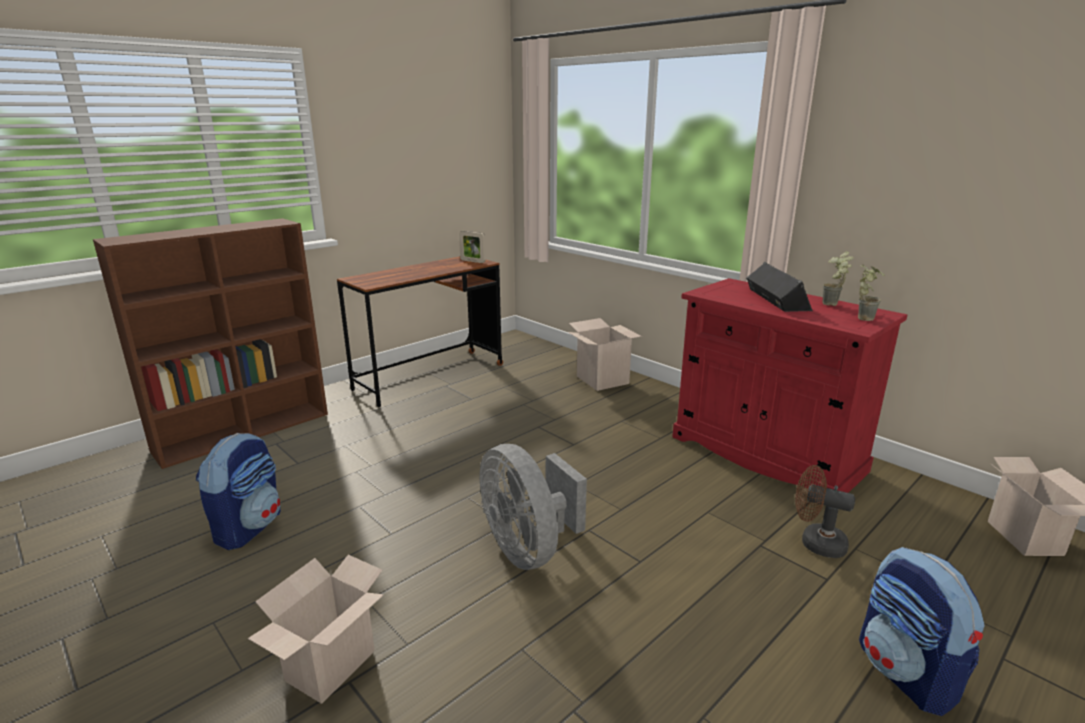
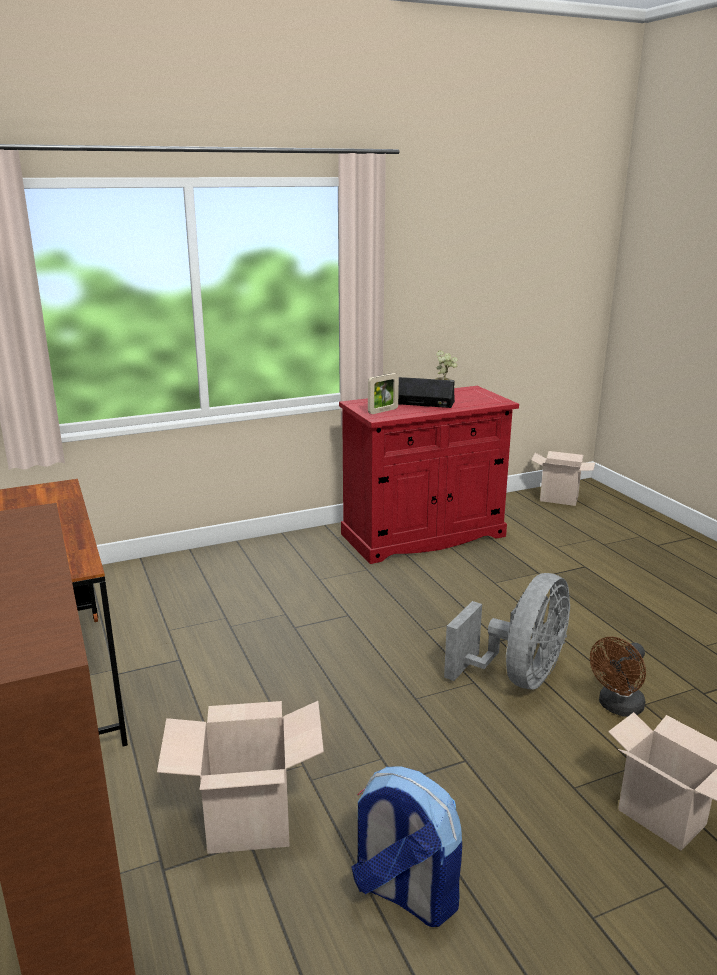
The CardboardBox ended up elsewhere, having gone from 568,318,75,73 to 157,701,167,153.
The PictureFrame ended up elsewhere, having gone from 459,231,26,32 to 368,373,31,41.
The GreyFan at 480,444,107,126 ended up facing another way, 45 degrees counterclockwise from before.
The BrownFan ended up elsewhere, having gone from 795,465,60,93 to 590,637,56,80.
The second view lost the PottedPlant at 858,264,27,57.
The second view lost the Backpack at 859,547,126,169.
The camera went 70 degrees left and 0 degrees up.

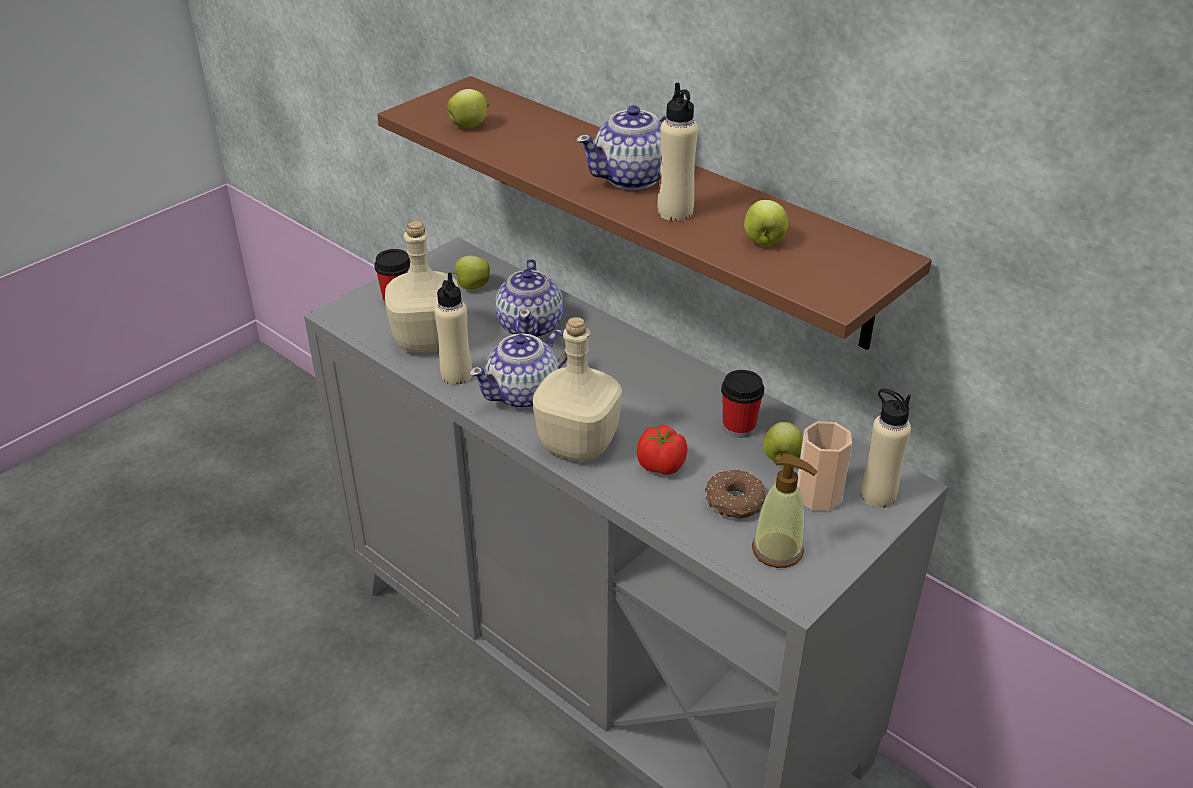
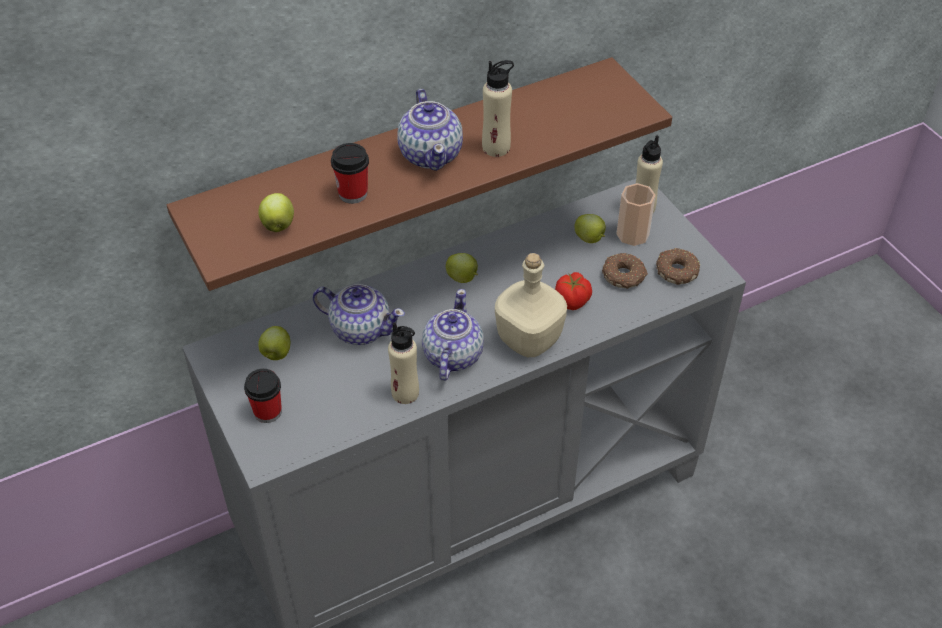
The Cup ended up elsewhere, having gone from 721,370,43,68 to 331,143,38,61.
The Teapot at 469,330,98,79 ended up facing another way, 150 degrees counterclockwise from before.
The Apple ended up elsewhere, having gone from 744,200,44,46 to 446,253,32,30.
Where the SoapDispenser stood at 752,454,66,114, the Donut came to stand at 656,248,44,37.
The second view lost the BeigeBottle at 385,221,73,132.
The camera went 70 degrees left and 10 degrees up.

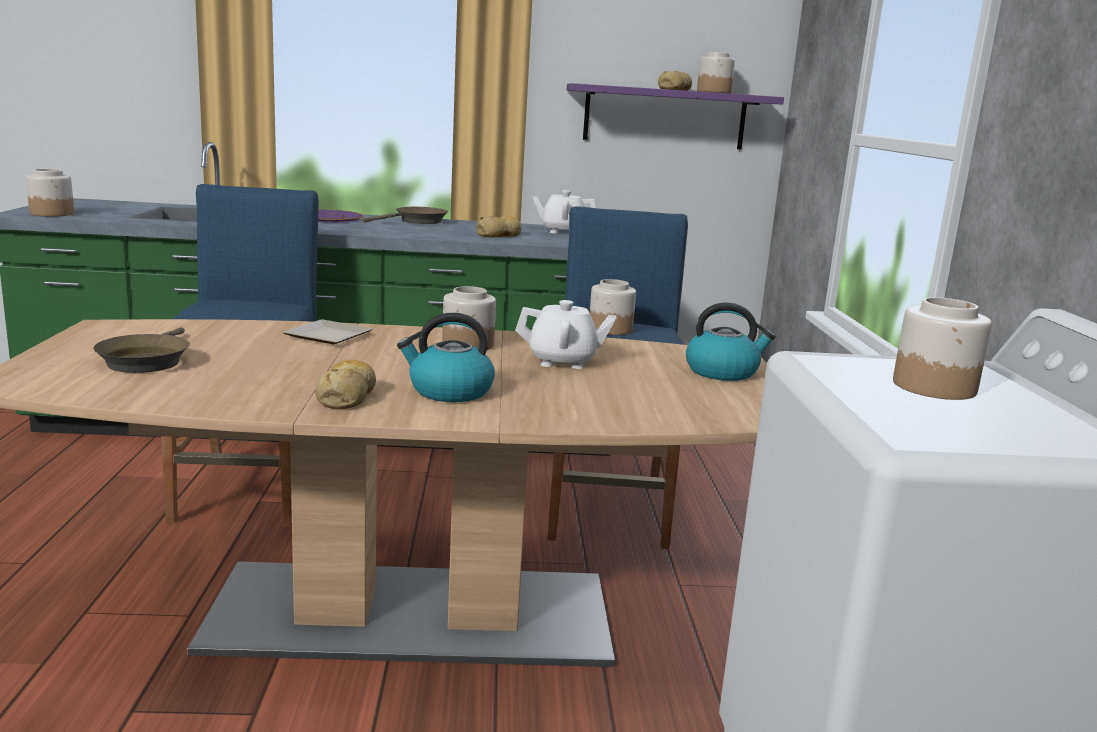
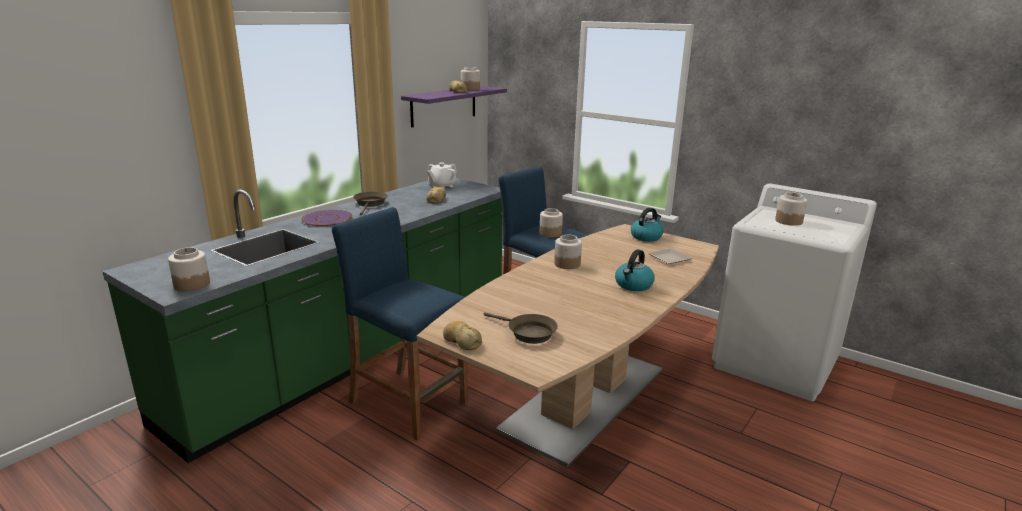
The Bread ended up elsewhere, having gone from 315,359,61,50 to 443,321,40,29.
The Plate ended up elsewhere, having gone from 283,319,89,25 to 648,248,45,16.
The second view lost the WhiteTeapot at 515,300,102,69.
The camera went 50 degrees left and 5 degrees up.

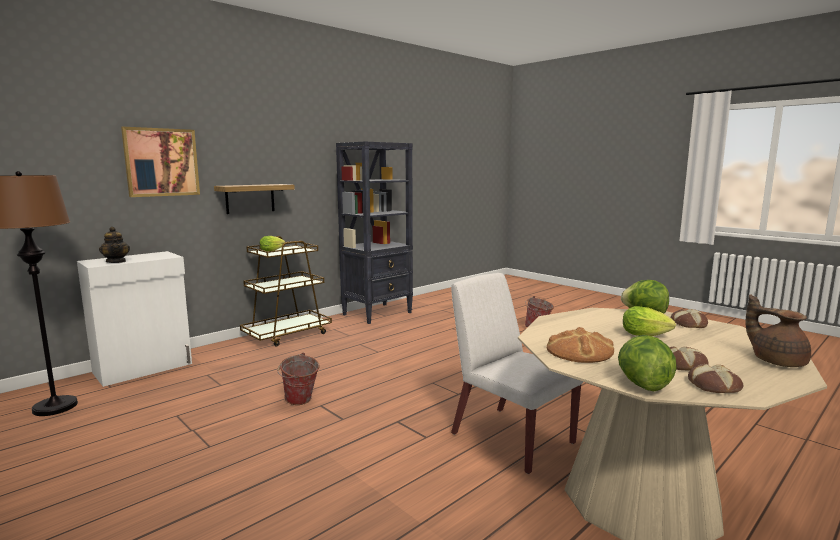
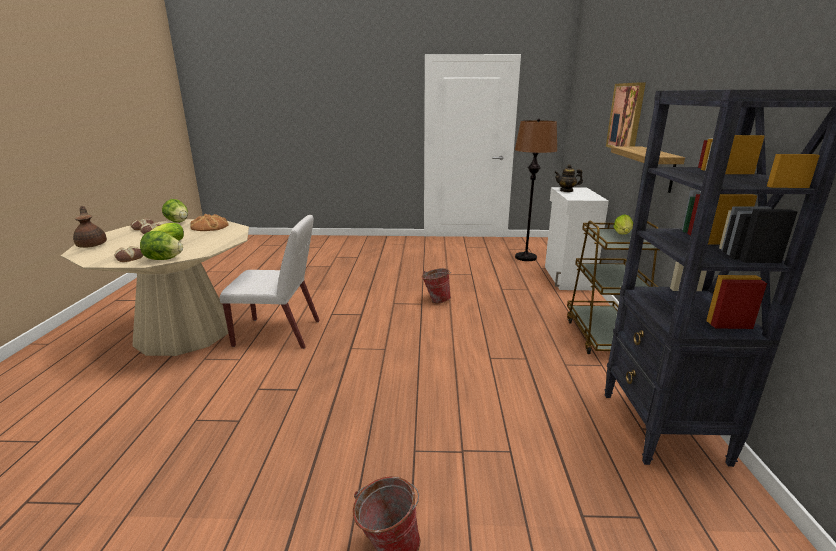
The BrownTeapot at 745,294,66,73 ended up facing another way, 135 degrees counterclockwise from before.
The camera went 135 degrees right and 10 degrees up.

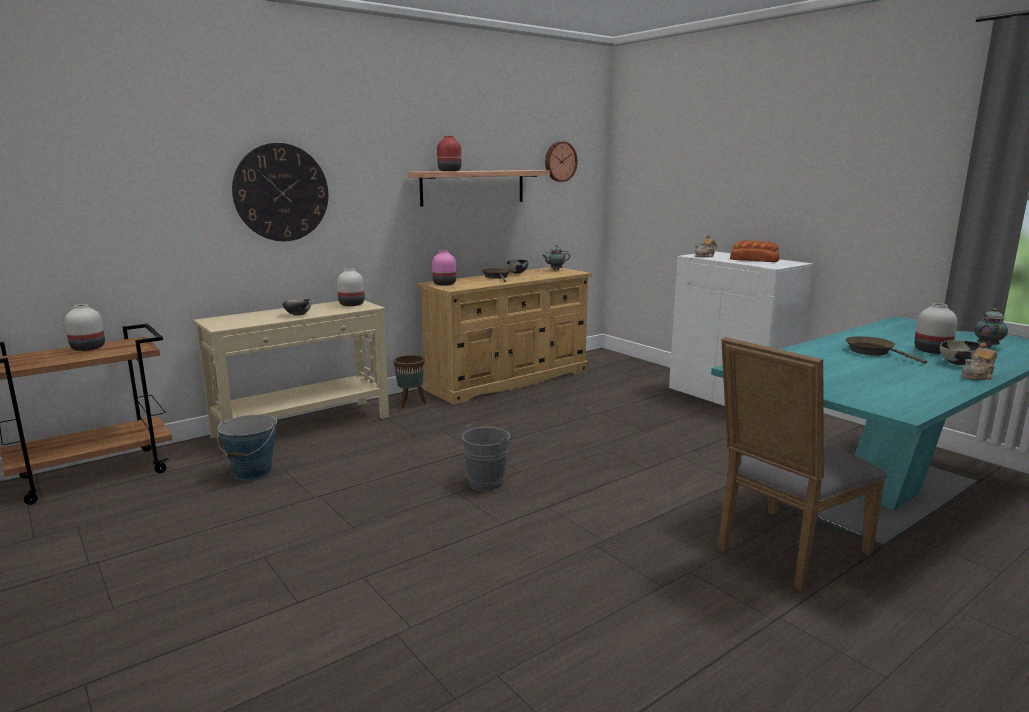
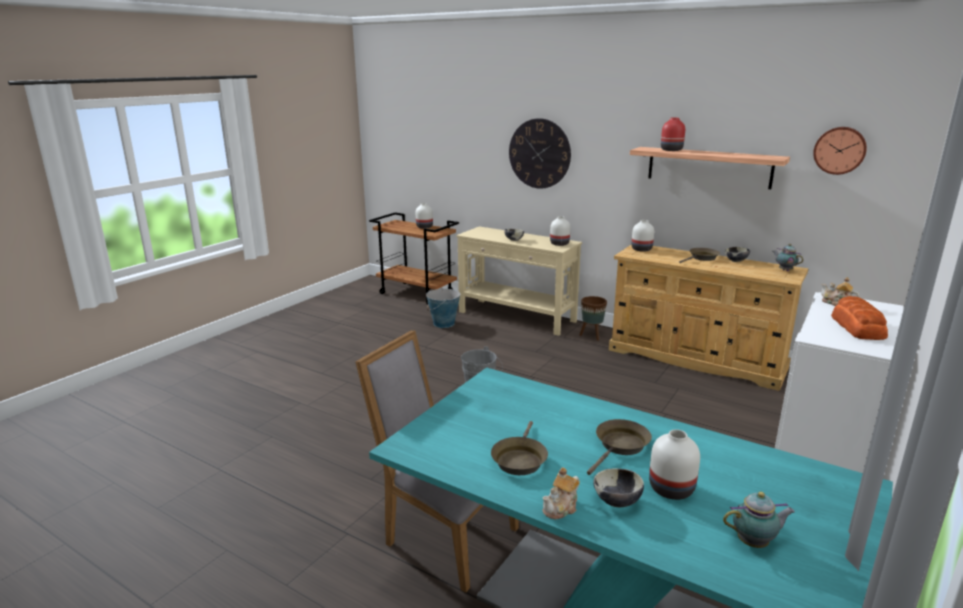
The second view gained the BrownFryingPan at 491,421,57,54.
The Teapot at 961,343,36,37 ended up facing another way, 90 degrees counterclockwise from before.
What was the PinkVase at 432,250,24,35 turned into the WhiteVase at 632,220,22,32.
The camera went 70 degrees right and 5 degrees up.

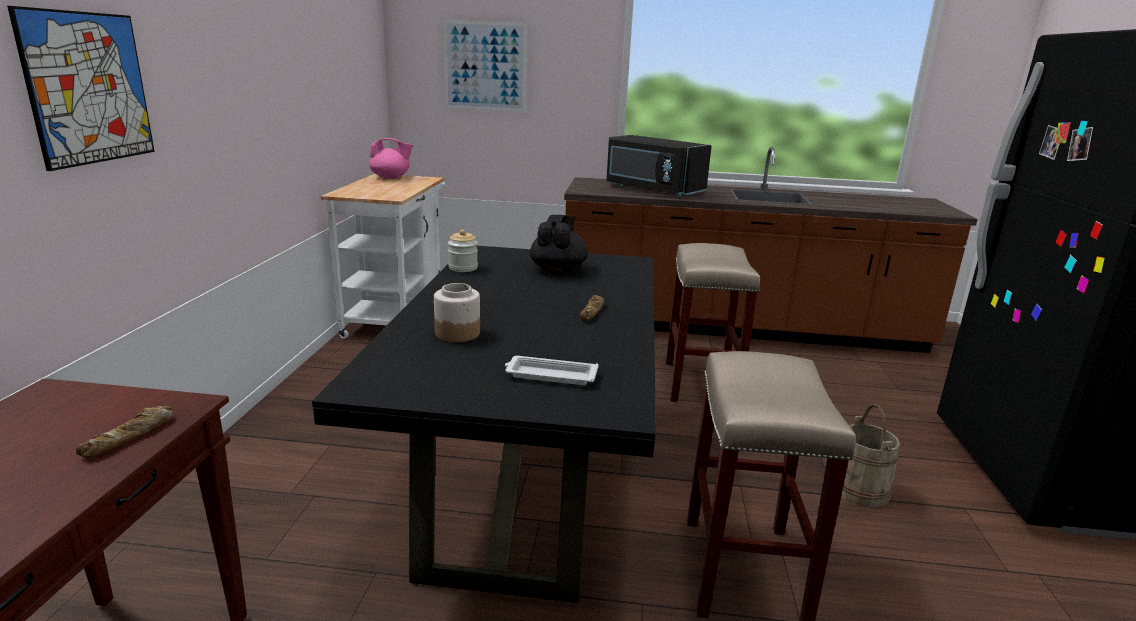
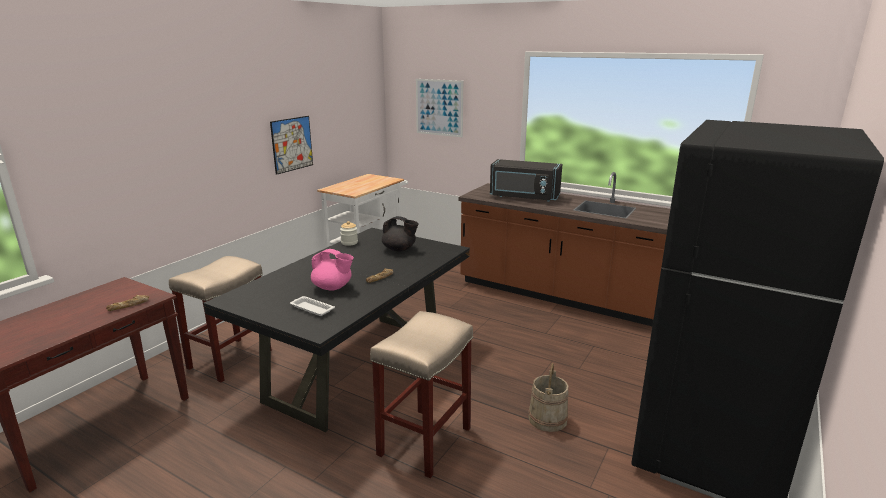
The BeigeStool ended up elsewhere, having gone from 666,243,94,159 to 169,256,103,126.
The Picture ended up elsewhere, having gone from 7,6,148,165 to 270,116,43,59.
The PinkTeapot ended up elsewhere, having gone from 369,138,44,41 to 311,249,43,42.
The BlackTeapot at 530,215,58,58 ended up facing another way, 75 degrees clockwise from before.
The BlackMicrowave at 606,135,106,62 ended up facing another way, 45 degrees counterclockwise from before.
The second view lost the Jar at 434,283,46,59.
The camera went 25 degrees right and 0 degrees up.

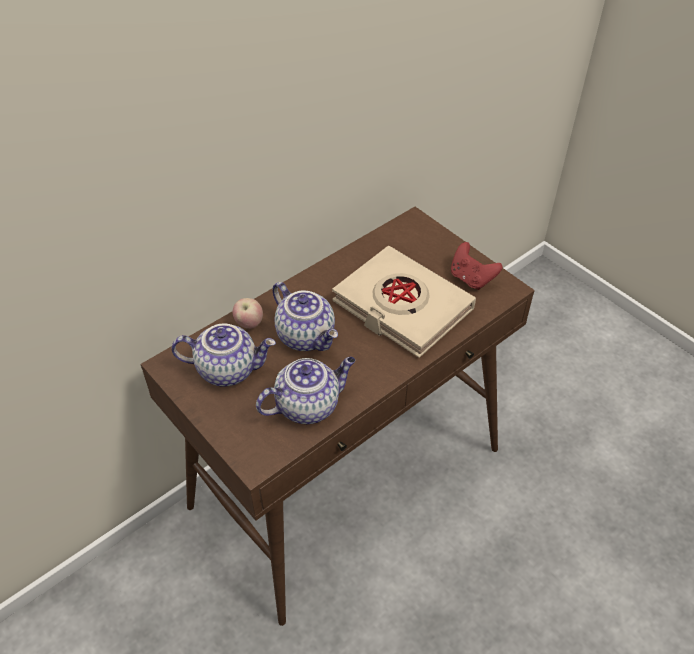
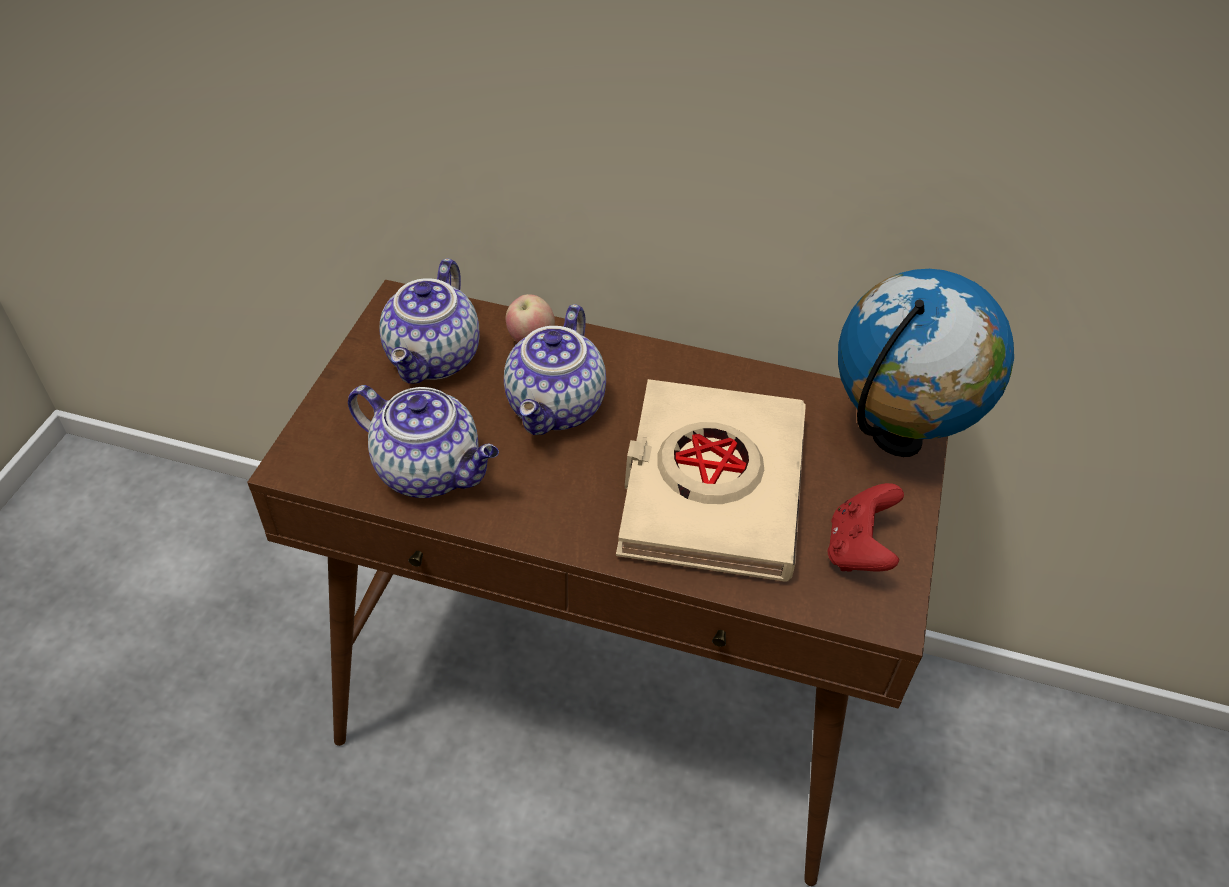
The Teapot at 172,323,104,64 ended up facing another way, 45 degrees clockwise from before.
The second view gained the Globe at 838,269,176,188.
The camera went 55 degrees right and 0 degrees up.

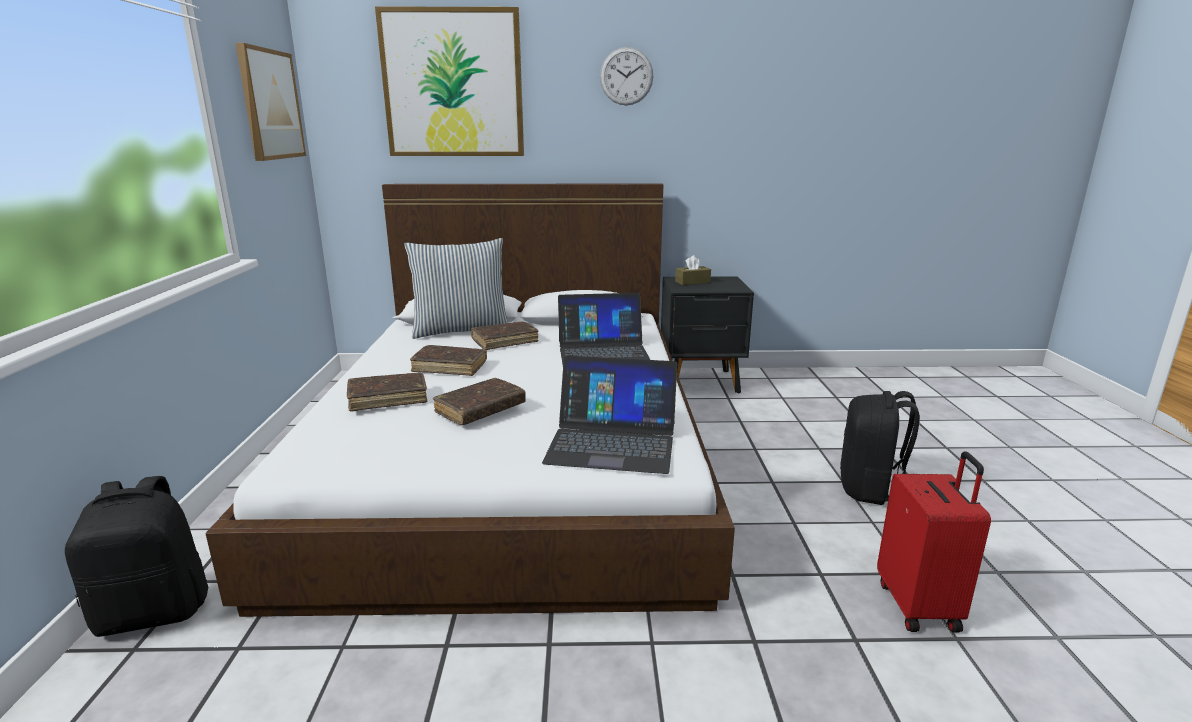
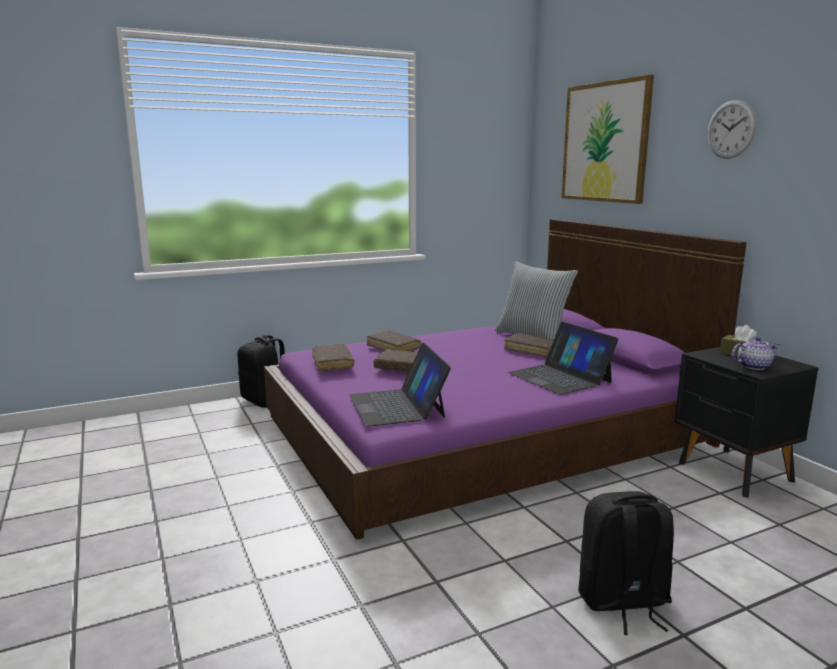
What was the WhiteBed at 205,183,530,434 turned into the PurpleBed at 264,219,483,321.
The BrownBook ended up elsewhere, having gone from 410,345,77,31 to 312,344,42,27.
The second view gained the Teapot at 731,337,49,33.
The second view lost the Picture at 235,43,71,118.
The second view lost the RedSuitcase at 877,451,114,182.
The camera went 65 degrees right and 5 degrees down.

